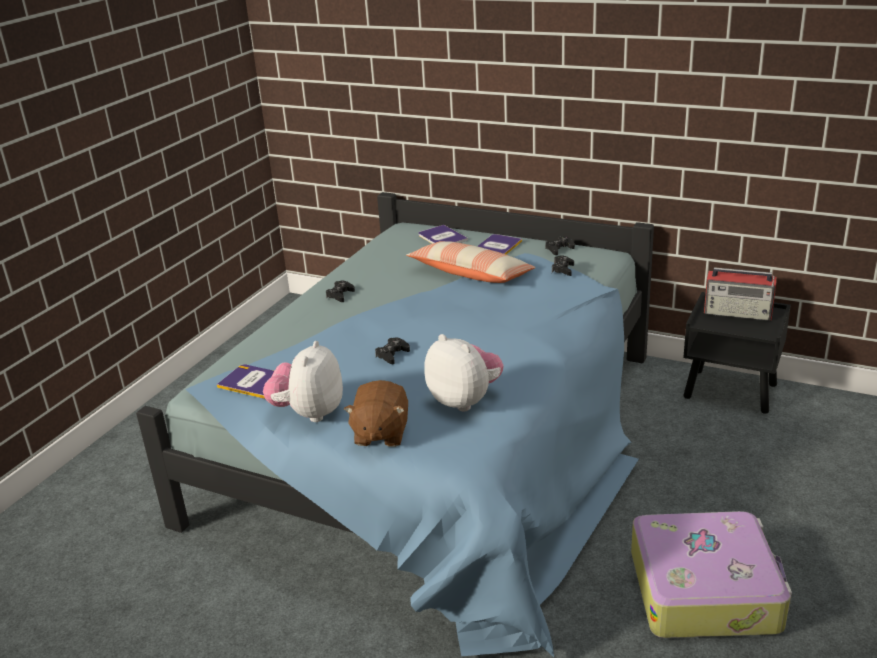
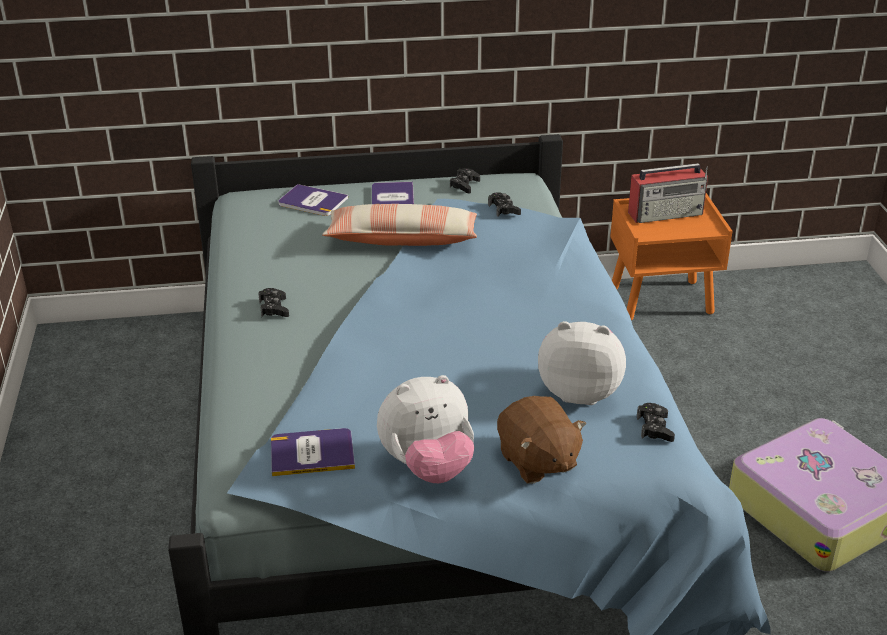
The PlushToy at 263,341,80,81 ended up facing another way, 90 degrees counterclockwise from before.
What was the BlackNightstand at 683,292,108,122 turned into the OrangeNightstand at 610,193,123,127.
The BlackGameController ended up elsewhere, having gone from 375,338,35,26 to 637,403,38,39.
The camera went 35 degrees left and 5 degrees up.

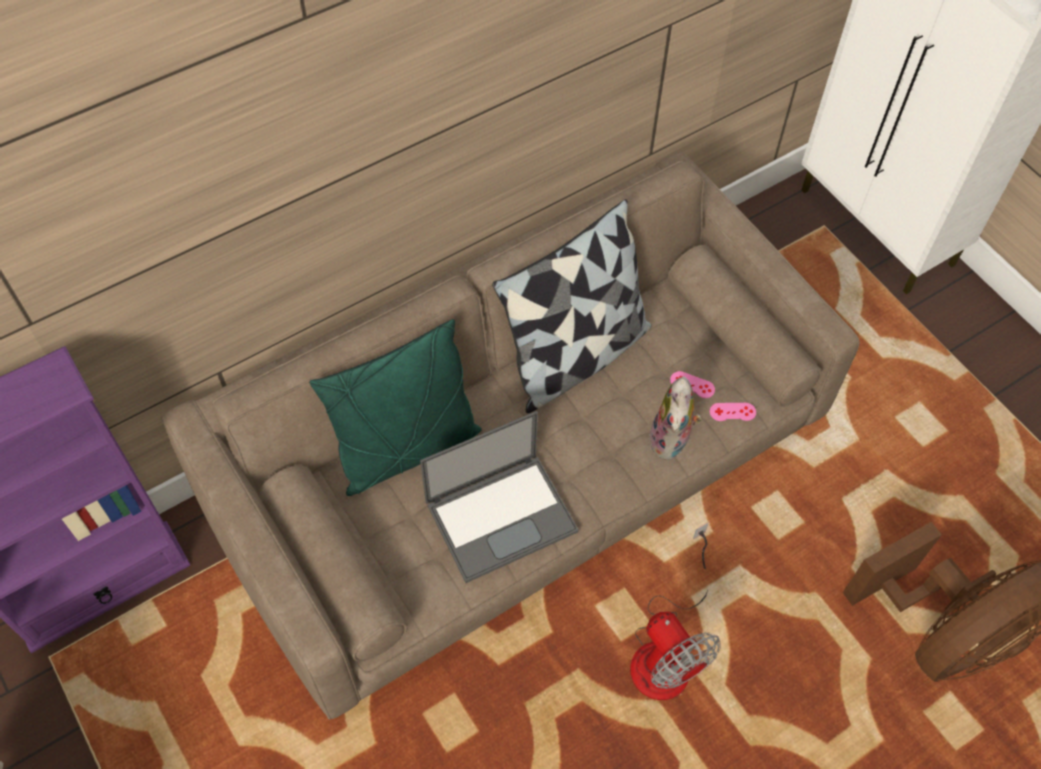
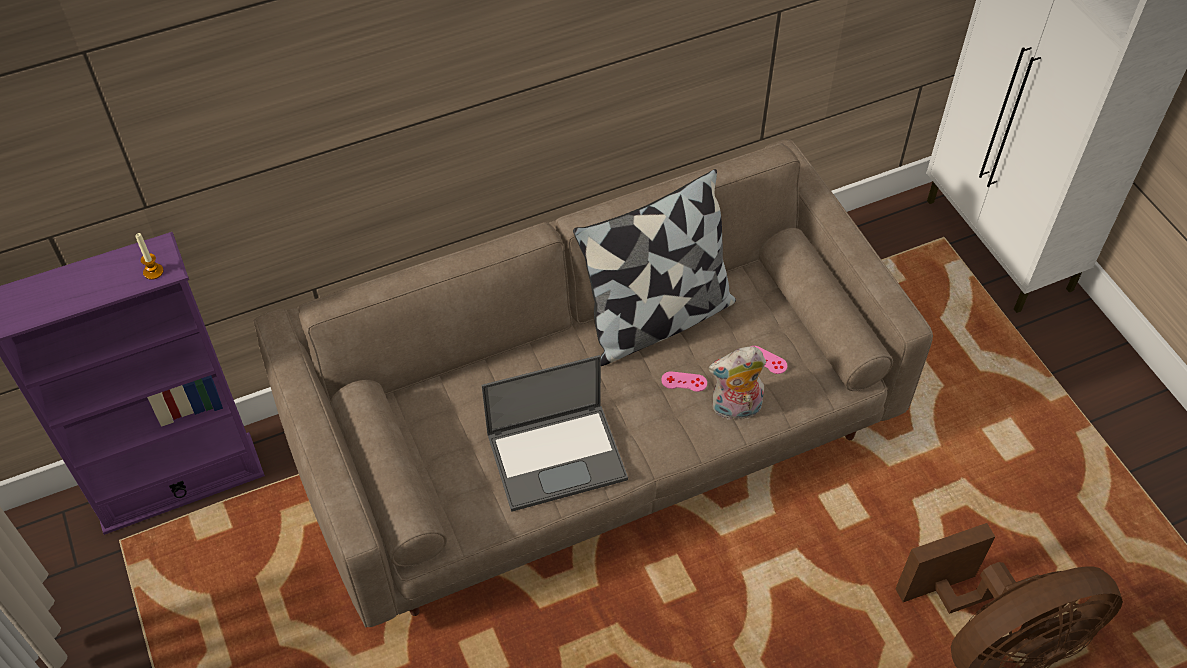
The second view gained the Candle at 135,233,29,47.
The PinkGameController ended up elsewhere, having gone from 710,403,46,18 to 661,372,46,20.
The PlushToy at 649,376,53,84 ended up facing another way, 60 degrees clockwise from before.
The second view lost the GreenPillow at 309,319,173,177.
The second view lost the Fan at 630,522,90,178.
The camera went 10 degrees right and 5 degrees down.

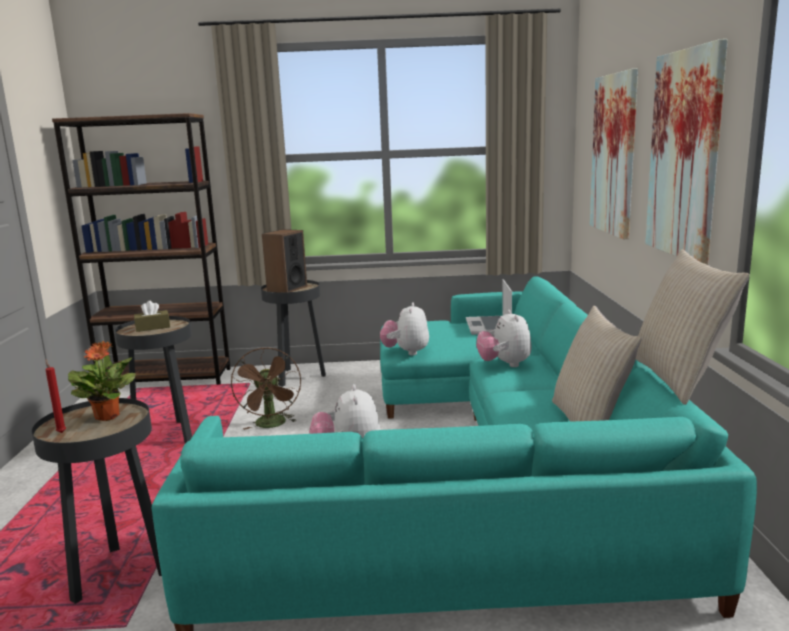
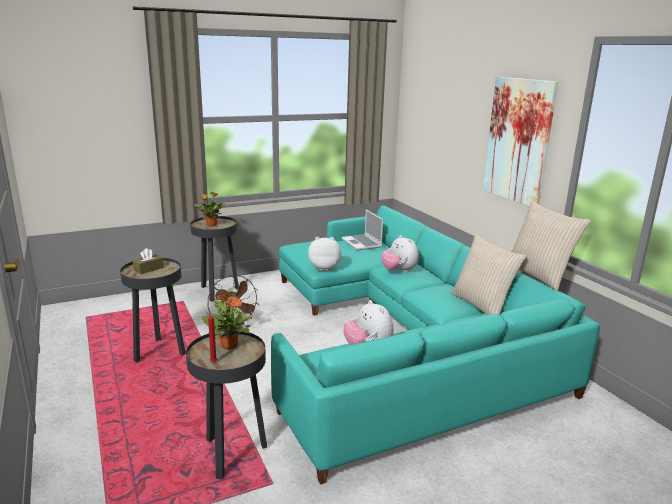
Where the Speaker stood at 262,229,45,64, the PottedPlant came to stand at 194,191,32,35.
The PlushToy at 380,302,49,53 ended up facing another way, 105 degrees clockwise from before.
The second view lost the BrownBookcase at 52,113,179,272.
The second view lost the Picture at 590,68,48,171.
The camera went 25 degrees left and 5 degrees up.

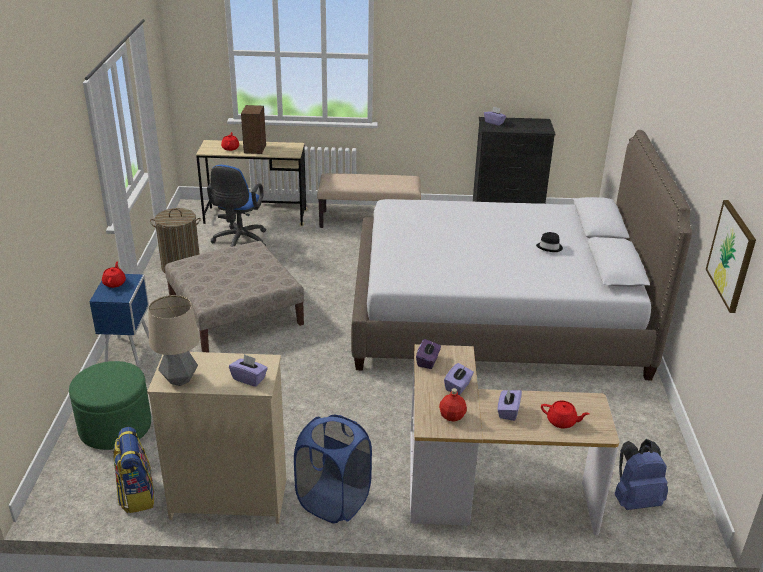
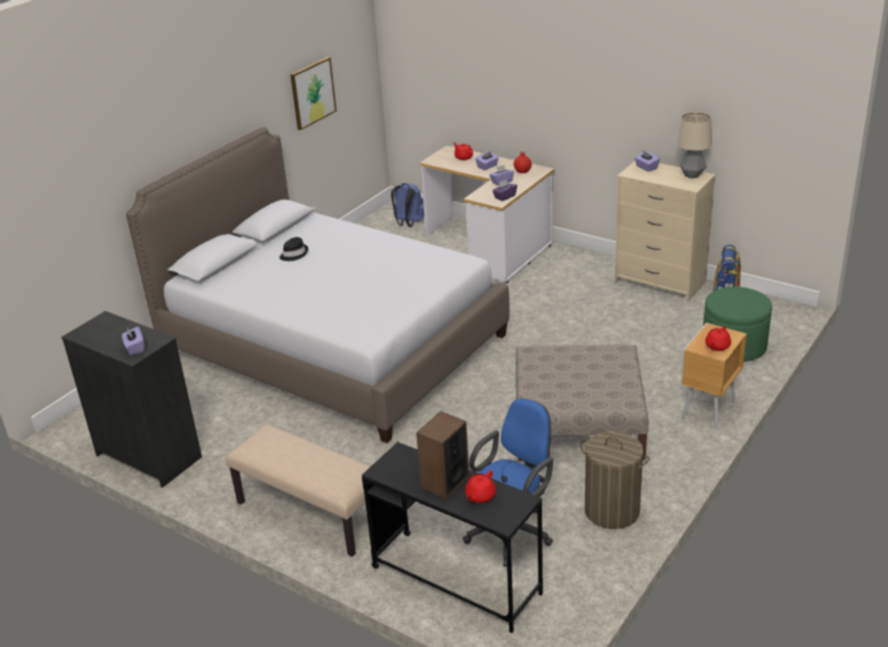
What was the BeigeDesk at 196,140,112,87 turned into the BlackDesk at 362,442,181,191.
What was the BlueNightstand at 89,274,60,92 turned into the BrownNightstand at 681,323,66,106.
The second view lost the BlueLaundryBasket at 294,415,78,108.
The camera went 145 degrees left and 0 degrees up.

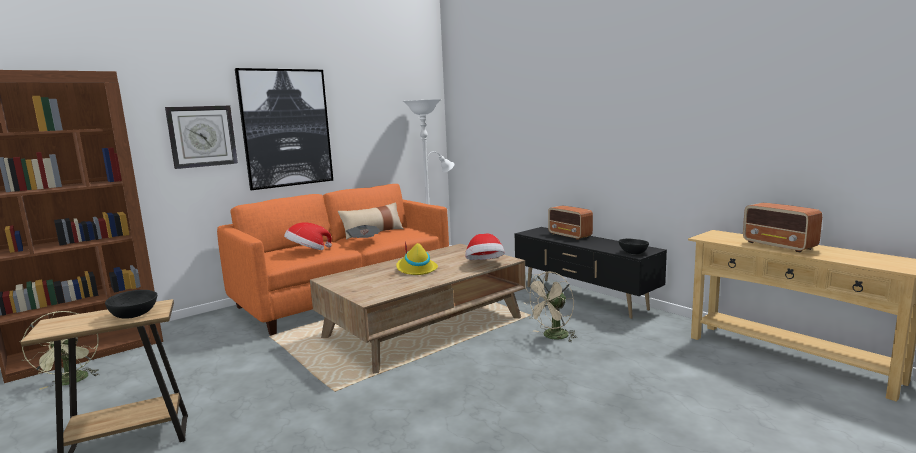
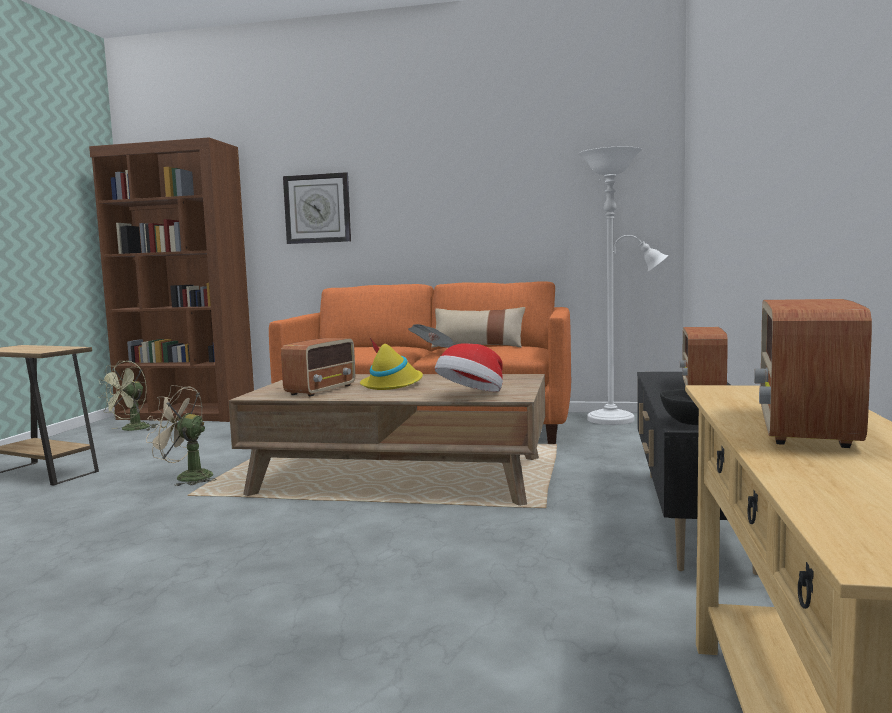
The BeigeFan ended up elsewhere, having gone from 524,272,53,70 to 146,385,71,101.
The second view gained the Radio at 281,338,75,58.
The second view lost the BlackBowl at 105,290,52,29.
The second view lost the Picture at 235,68,98,122.
The second view lost the Hat at 284,223,48,27.
The camera went 50 degrees right and 5 degrees down.

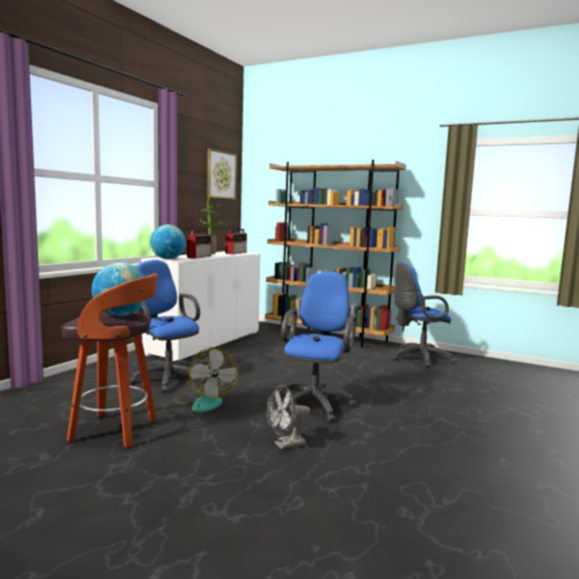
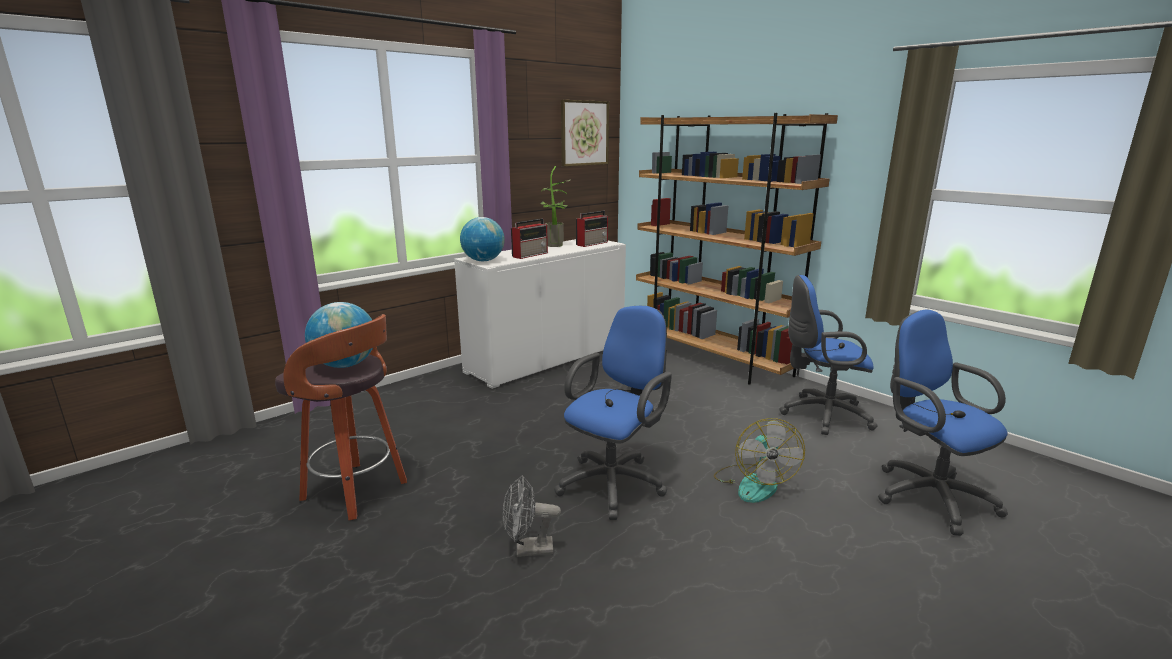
The Fan ended up elsewhere, having gone from 176,347,62,66 to 714,418,91,85.
The BlueOfficeChair ended up elsewhere, having gone from 130,260,76,133 to 878,310,130,226.
The camera went 20 degrees right and 10 degrees up.

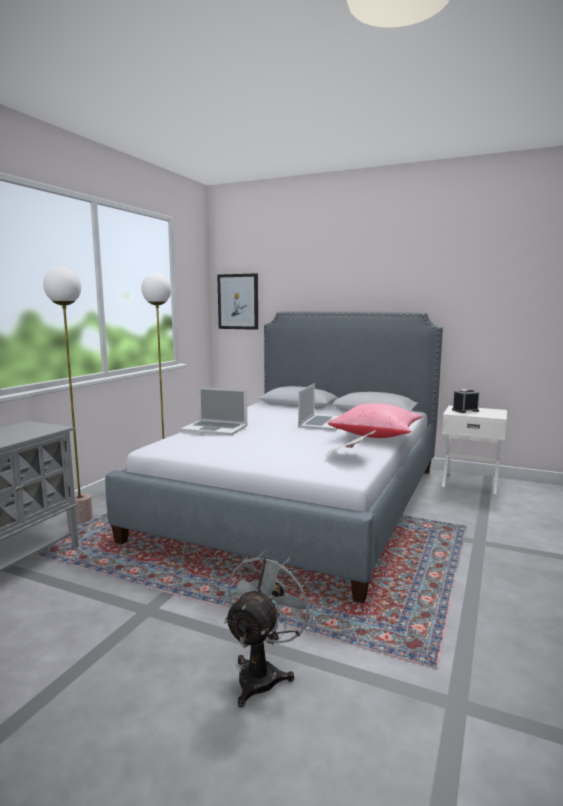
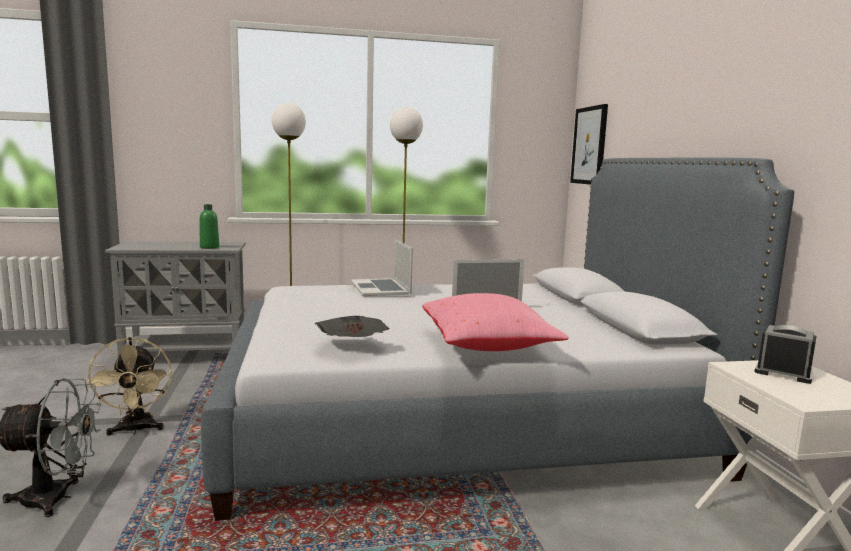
The second view gained the BeigeFan at 86,337,86,99.
The second view gained the GreenBottle at 200,204,19,45.
The camera went 55 degrees right and 0 degrees up.

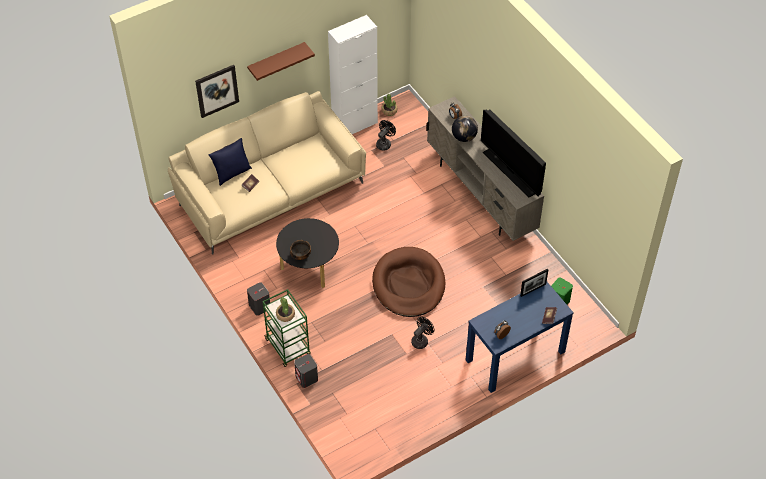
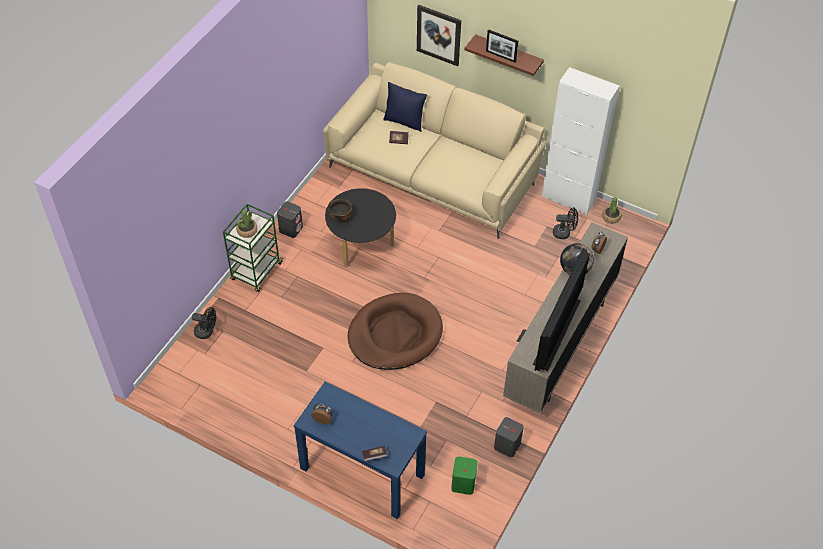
The BlackFan ended up elsewhere, having gone from 411,317,23,32 to 192,307,24,32.
The PictureFrame ended up elsewhere, having gone from 520,269,28,28 to 486,29,32,33.
The GreySpeaker ended up elsewhere, having gone from 294,354,24,34 to 494,417,30,41.
The camera went 60 degrees right and 0 degrees up.

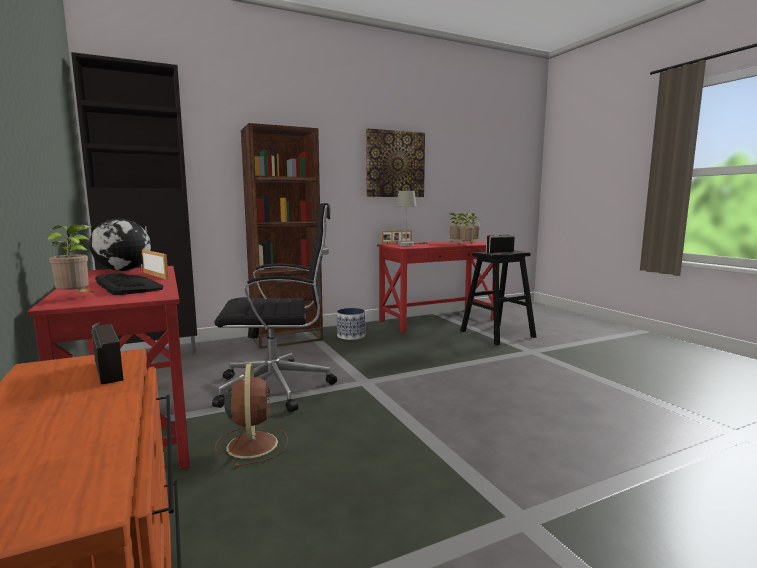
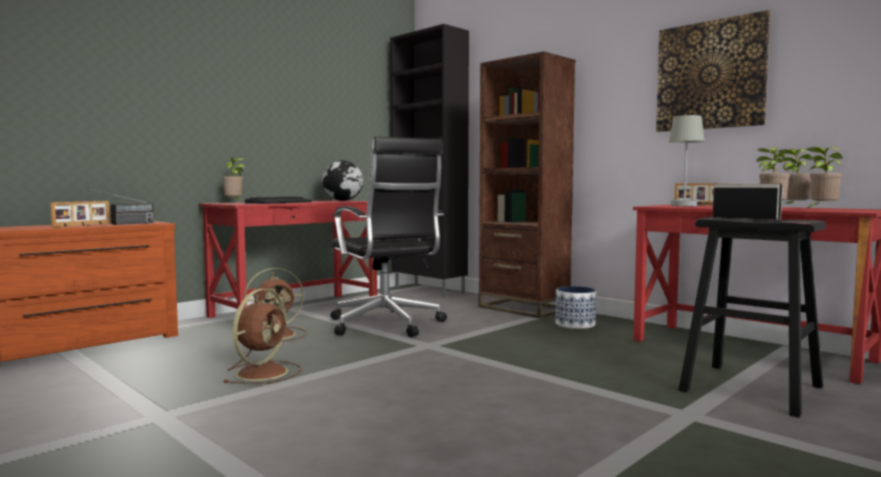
The PictureFrame ended up elsewhere, having gone from 142,250,27,29 to 50,201,60,27.
The second view gained the BrownFan at 223,289,78,95.
The camera went 70 degrees right and 5 degrees down.

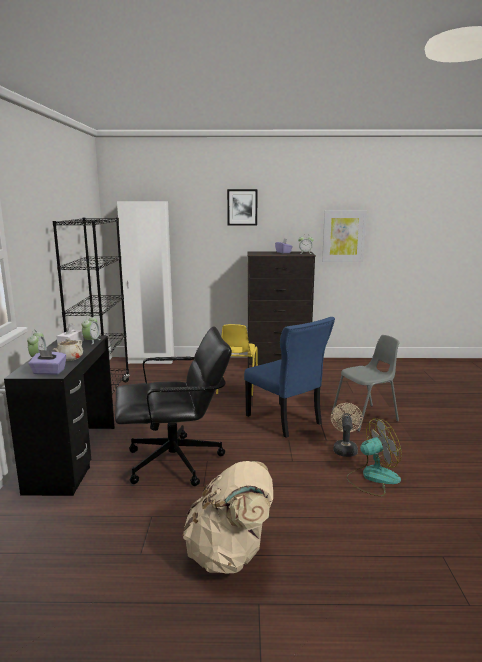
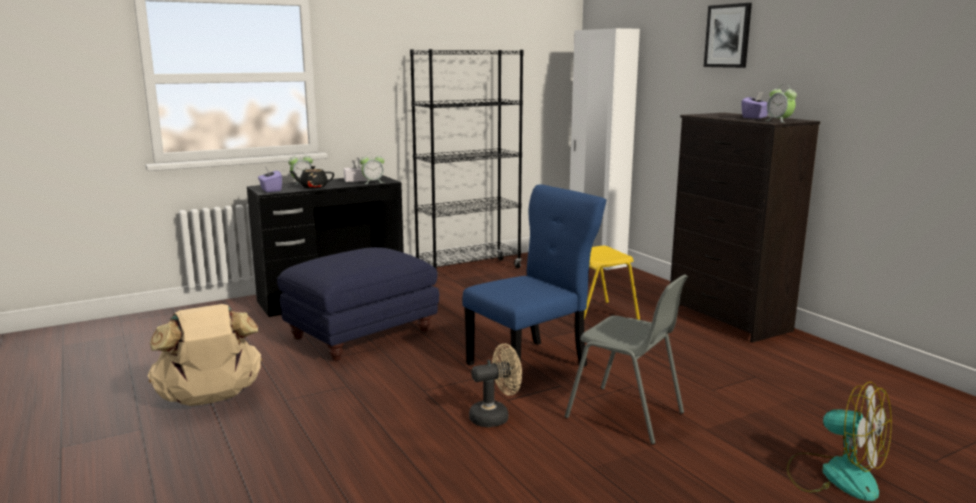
Where the BlackOfficeChair stood at 115,327,117,159, the BlueOttoman came to stand at 277,247,162,114.
What was the BeigeTeapot at 53,338,30,23 turned into the BlackTeapot at 290,166,44,22.
The BlueChair at 244,317,91,121 ended up facing another way, 150 degrees counterclockwise from before.
The Fan ended up elsewhere, having gone from 346,418,56,78 to 787,382,105,119.
The second view lost the Picture at 322,210,45,52.
The camera went 60 degrees right and 0 degrees up.

